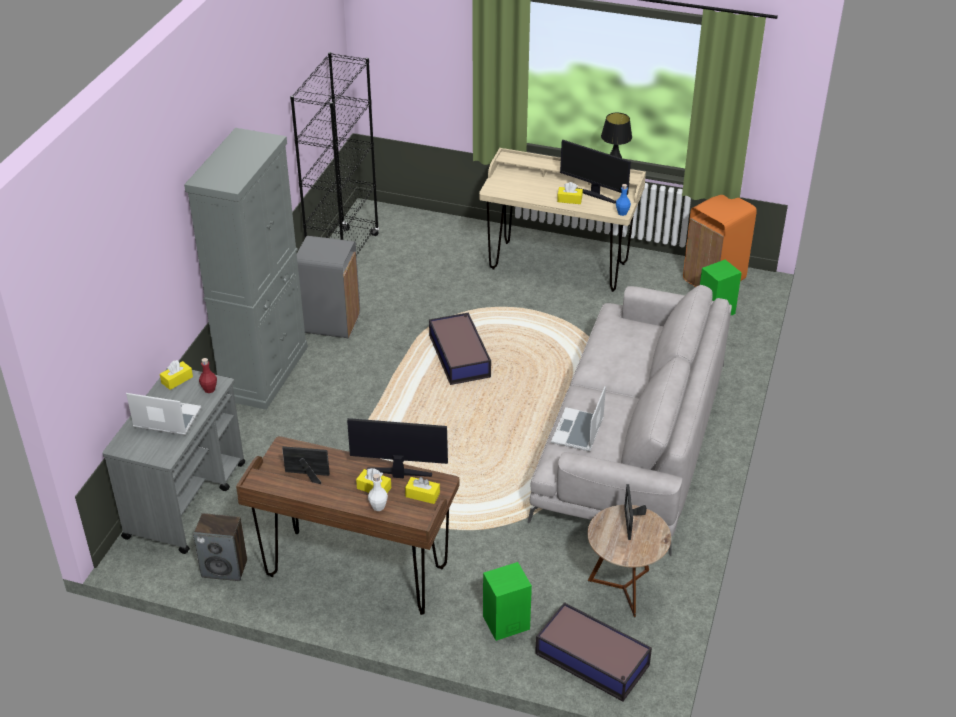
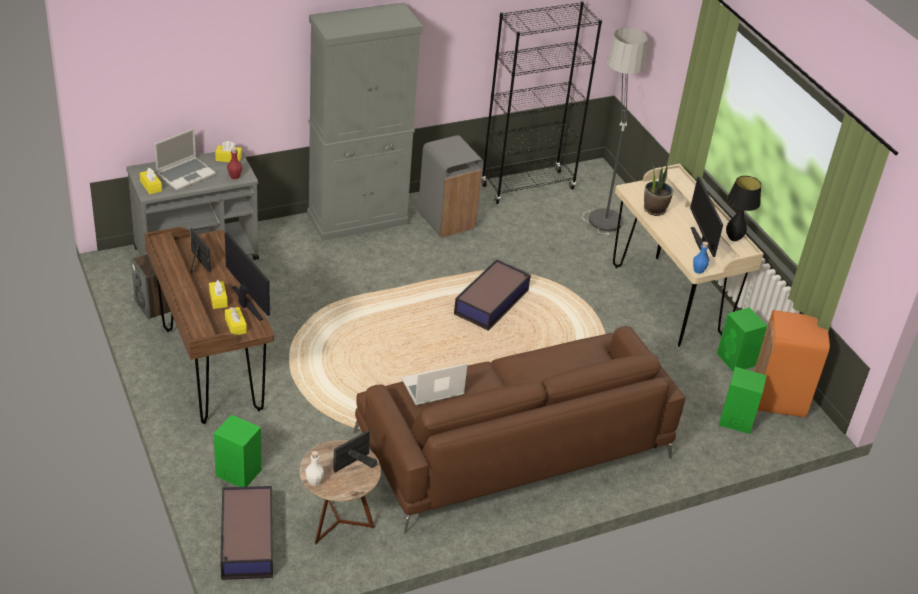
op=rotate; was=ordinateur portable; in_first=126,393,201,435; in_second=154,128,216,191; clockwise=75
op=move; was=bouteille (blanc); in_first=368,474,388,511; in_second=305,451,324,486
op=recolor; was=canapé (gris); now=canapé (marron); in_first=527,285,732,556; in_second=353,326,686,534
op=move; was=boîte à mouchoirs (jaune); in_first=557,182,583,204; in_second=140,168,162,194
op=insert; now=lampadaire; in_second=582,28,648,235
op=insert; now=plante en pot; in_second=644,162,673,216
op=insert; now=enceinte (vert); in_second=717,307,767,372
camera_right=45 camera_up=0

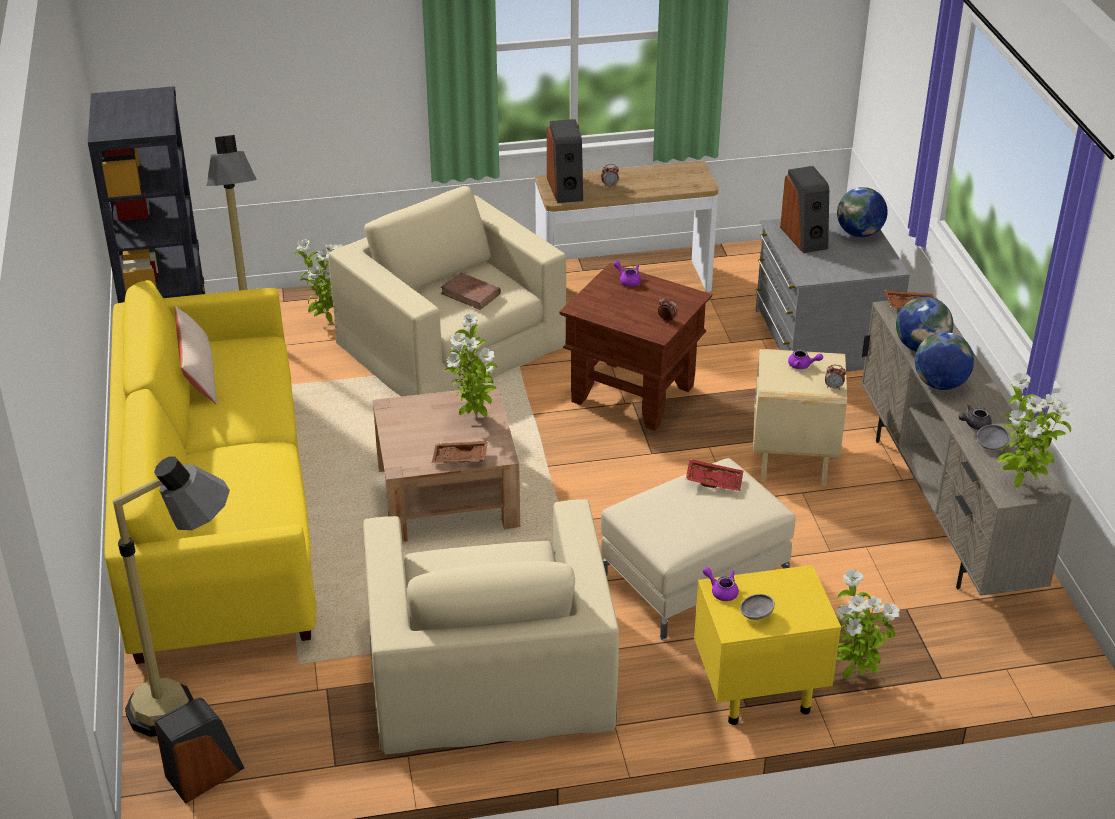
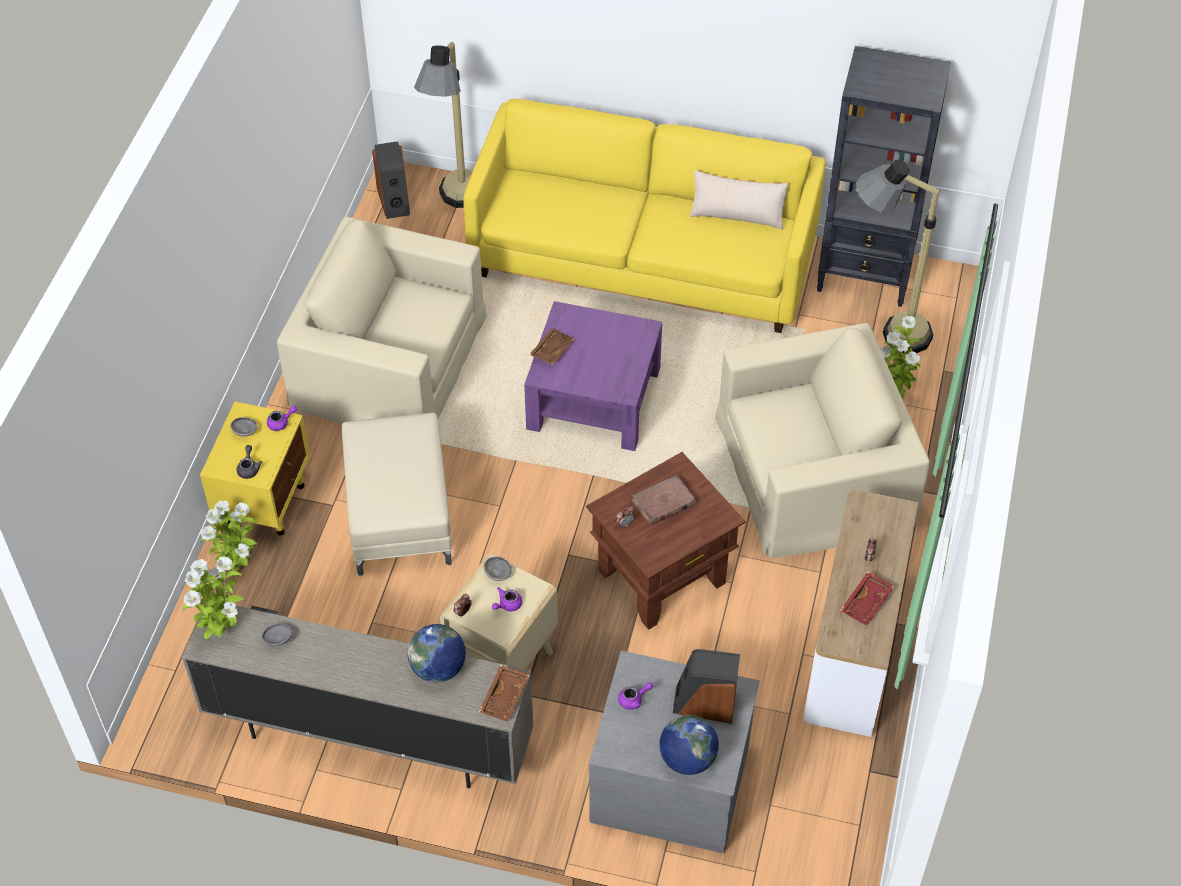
op=recolor; was=table basse (marron); now=table basse (violet); in_first=373,386,520,542; in_second=524,301,662,451
op=move; was=livre (marron); in_first=441,273,501,310; in_second=631,475,696,525
op=delete; was=plante en pot; in_first=445,313,497,417
op=delete; was=enceinte; in_first=547,119,583,203
op=move; was=théière (violet); in_first=613,261,641,287; in_second=618,682,653,709
op=move; was=plateau (rouge); in_first=686,459,743,492; in_second=840,572,894,625
op=delete; was=globe; in_first=915,332,974,390
op=move; was=théière (gris); in_first=959,404,992,430; in_second=237,445,262,479
op=insert; now=bol (gris); in_second=484,556,512,581
camera_right=115 camera_up=15

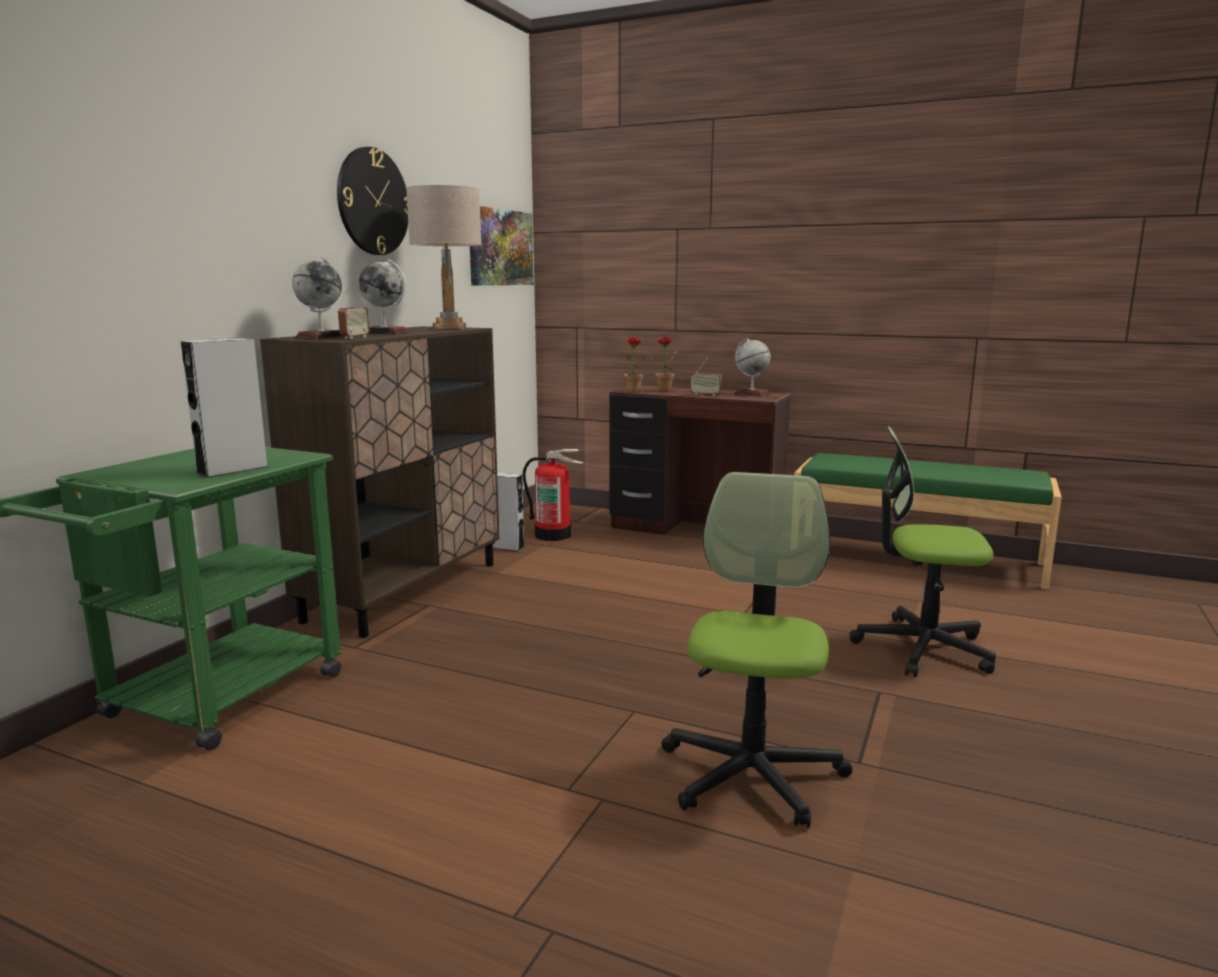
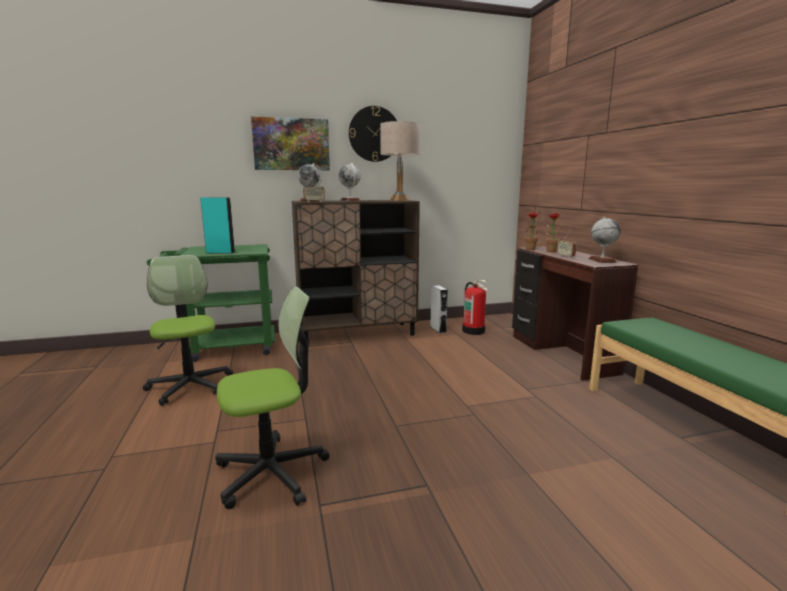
op=recolor; was=enceinte (gris); now=enceinte (turquoise); in_first=181,338,267,478; in_second=200,197,235,253
op=move; was=tableau; in_first=470,206,534,285; in_second=251,116,330,170
op=move; was=chaise de bureau; in_first=849,426,996,677; in_second=143,255,233,406
camera_right=50 camera_up=0

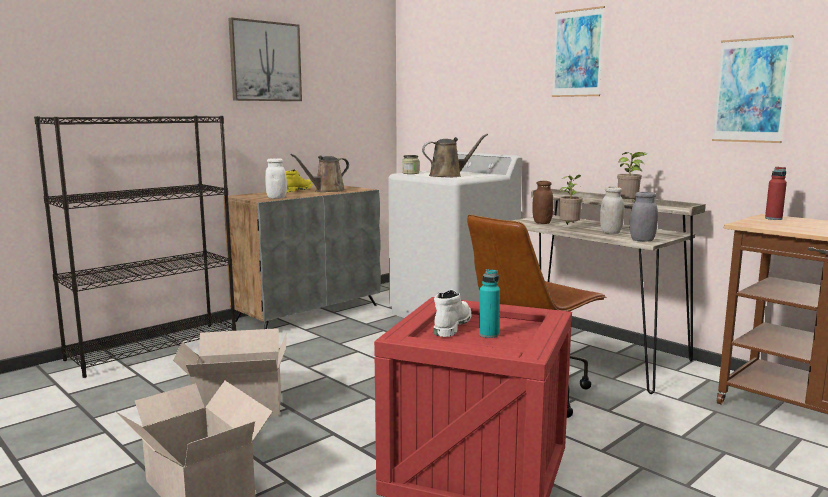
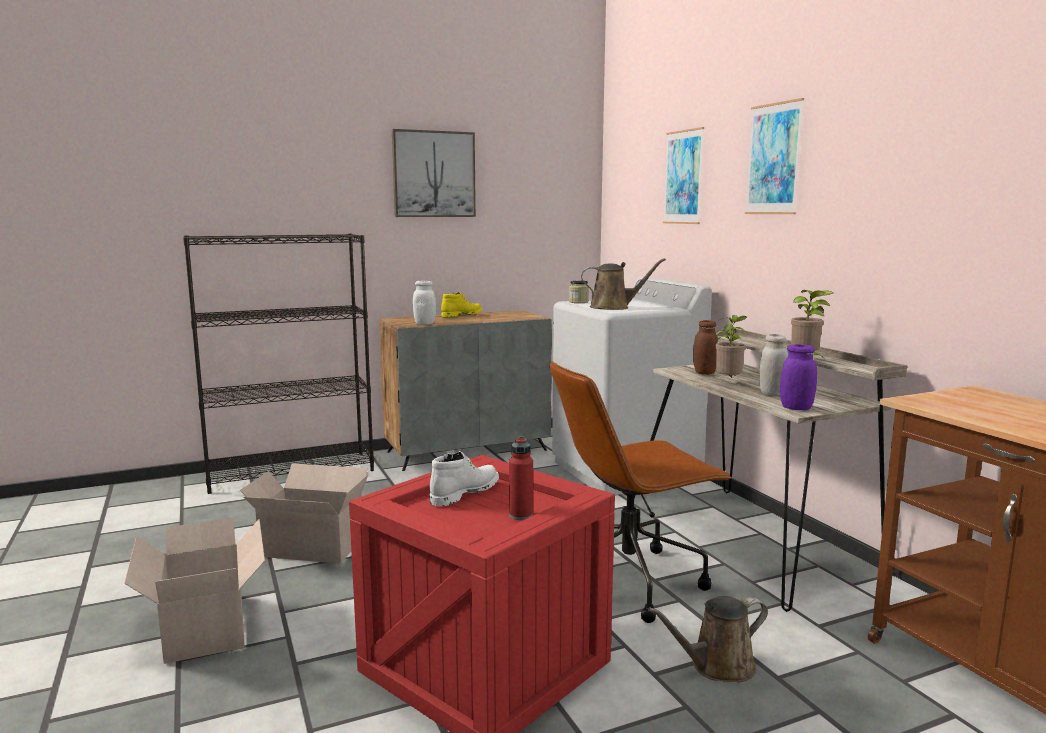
op=move; was=arrosoir (marron); in_first=290,154,349,192; in_second=648,596,768,682
op=delete; was=bouteille (turquoise); in_first=479,269,500,338
op=recolor; was=bocal (gris); now=bocal (violet); in_first=630,192,658,242; in_second=780,344,817,410
op=move; was=tableau; in_first=712,35,794,143; in_second=663,127,704,224
op=move; was=bouteille (rouge); in_first=765,167,787,220; in_second=509,437,533,520
camera_right=20 camera_up=0

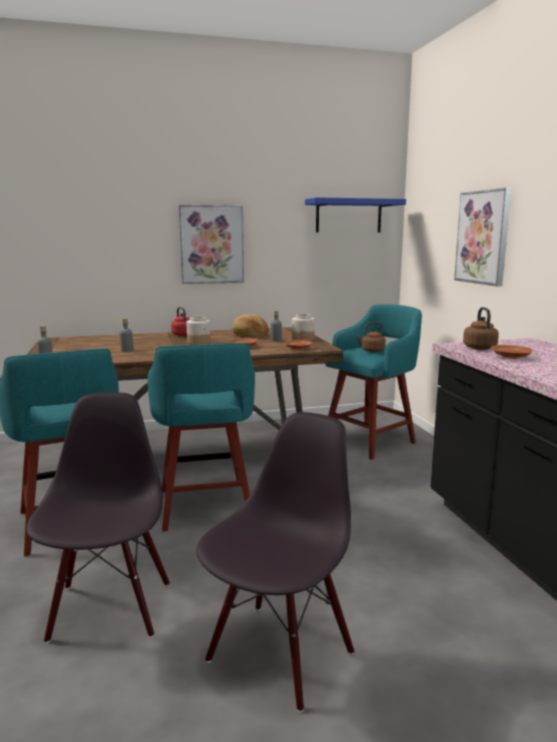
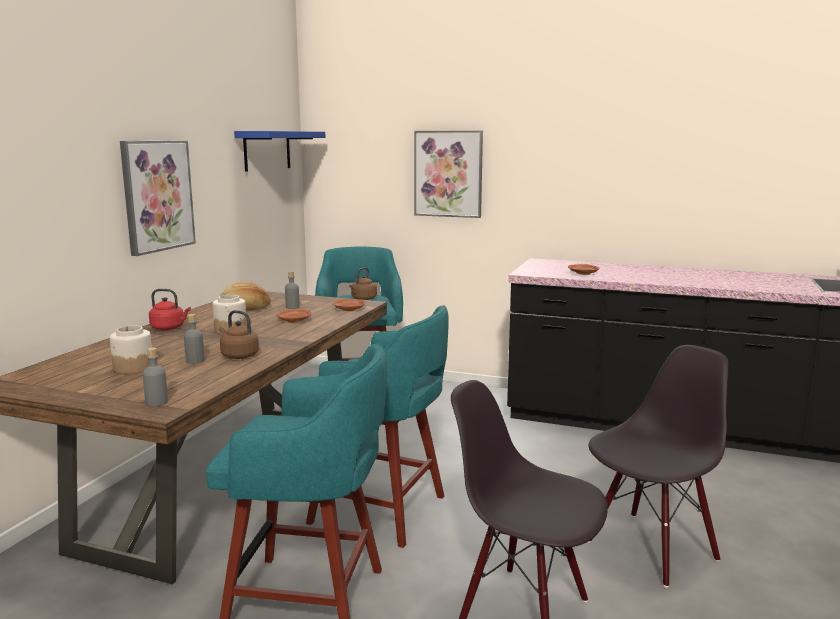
op=rotate; was=chaise (noir); in_first=196,412,354,712; in_second=588,345,729,587; clockwise=75
op=move; was=bocal; in_first=292,314,315,341; in_second=110,326,152,374
op=move; was=bouilloire (marron); in_first=463,307,499,350; in_second=219,310,259,359
camera_right=-55 camera_up=0

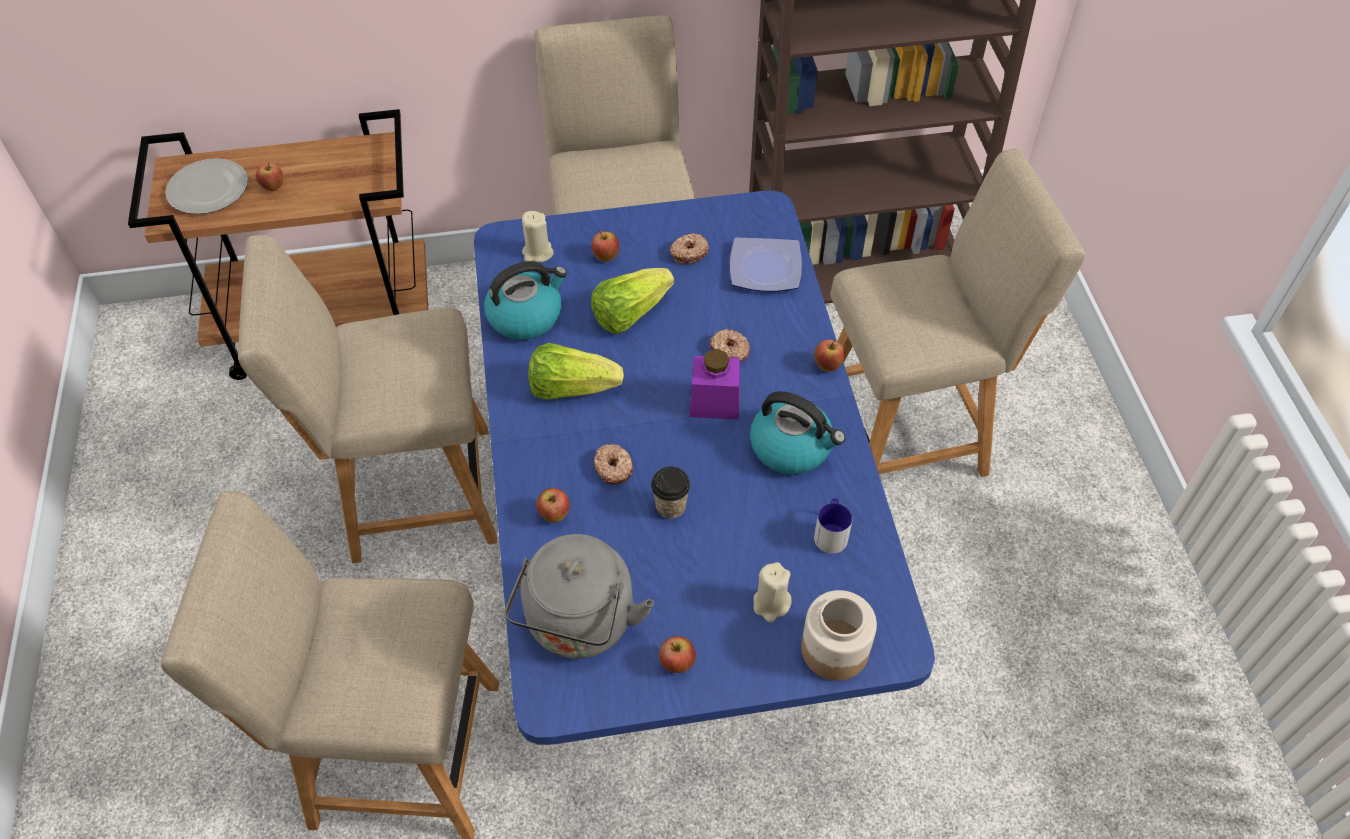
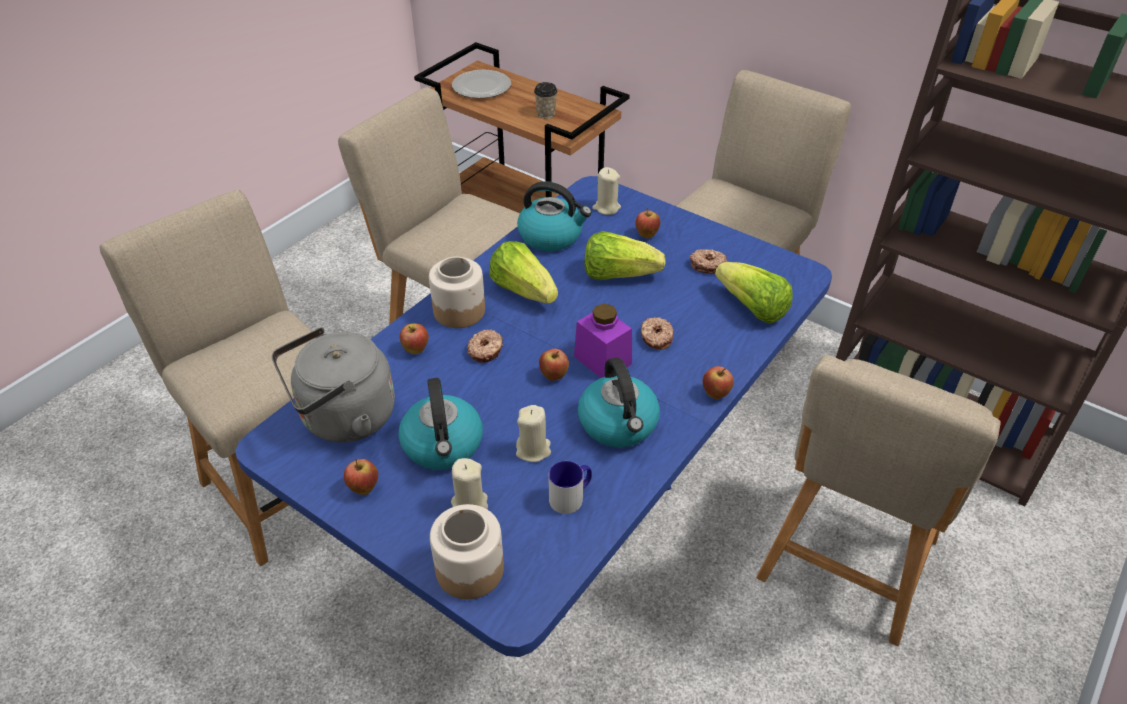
op=move; was=pomme; in_first=256,162,283,191; in_second=539,349,569,381
op=move; was=tasse; in_first=651,466,690,519; in_second=534,82,558,119
op=replace; was=assiette; now=laitue; in_first=730,238,802,292; in_second=715,262,793,324
op=rotate; was=chaise (beige); in_first=830,149,1085,477; in_second=756,355,1001,646; clockwise=90
op=insert; now=bouilloire; in_second=398,378,483,470
op=insert; now=bocal; in_second=429,256,485,328
op=insert; now=bougie (beige); in_second=516,405,551,462
camera_right=45 camera_up=-10

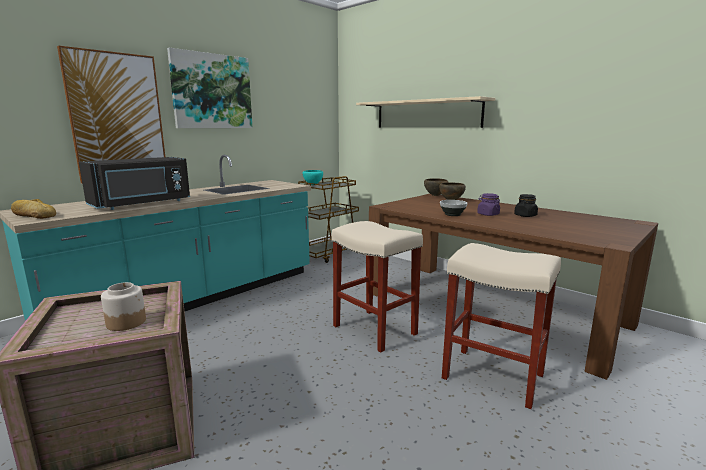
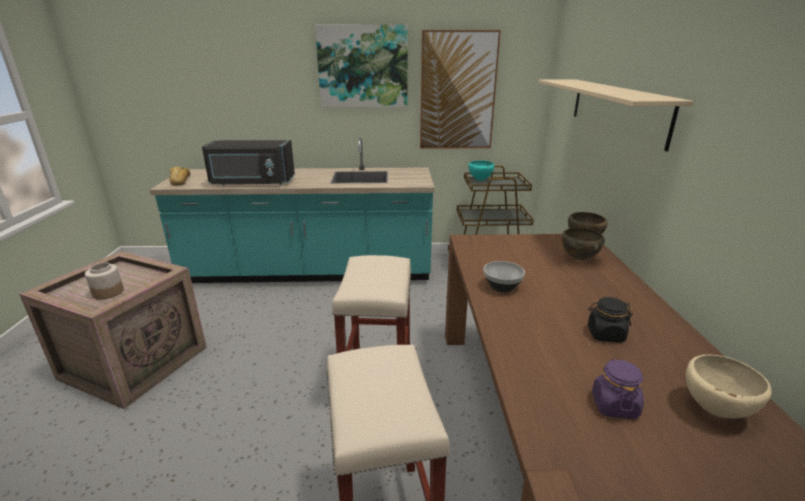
op=move; was=tableau; in_first=57,46,165,184; in_second=420,30,501,149
op=move; was=bocal (violet); in_first=477,193,500,216; in_second=592,359,644,419
op=insert; now=bol (beige); in_second=686,355,772,418
camera_right=45 camera_up=10

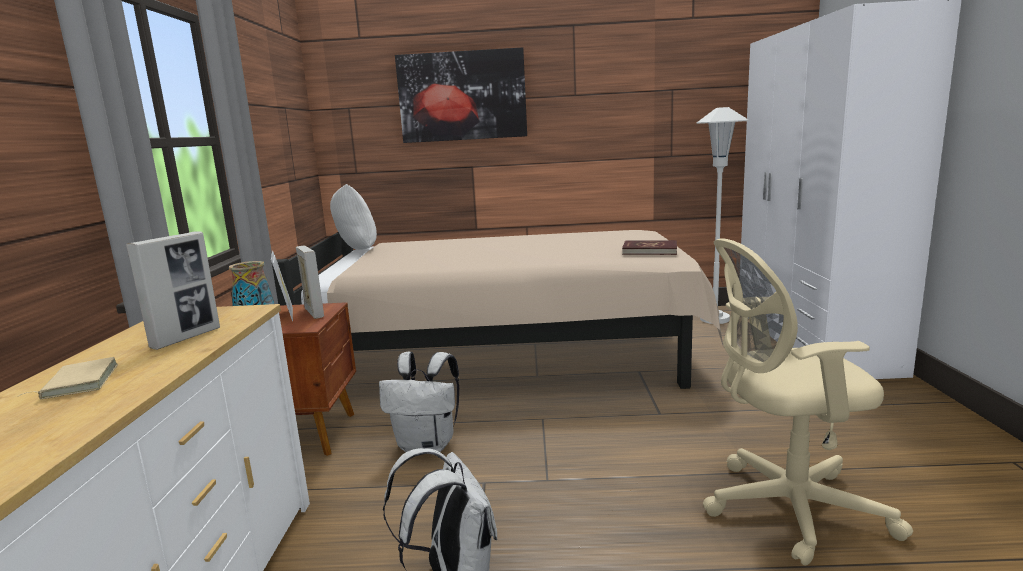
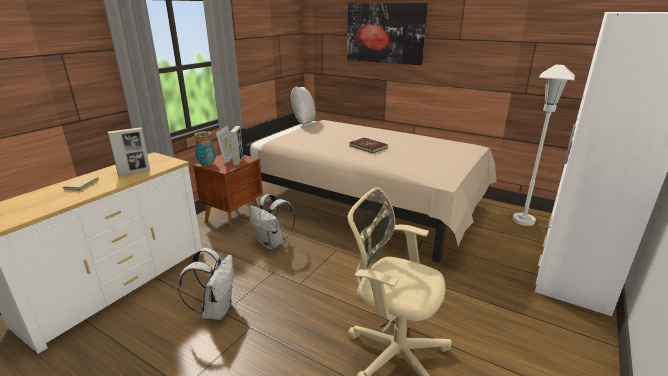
op=move; was=livre (rouge); in_first=622,240,677,255; in_second=349,138,388,153
camera_right=30 camera_up=10

